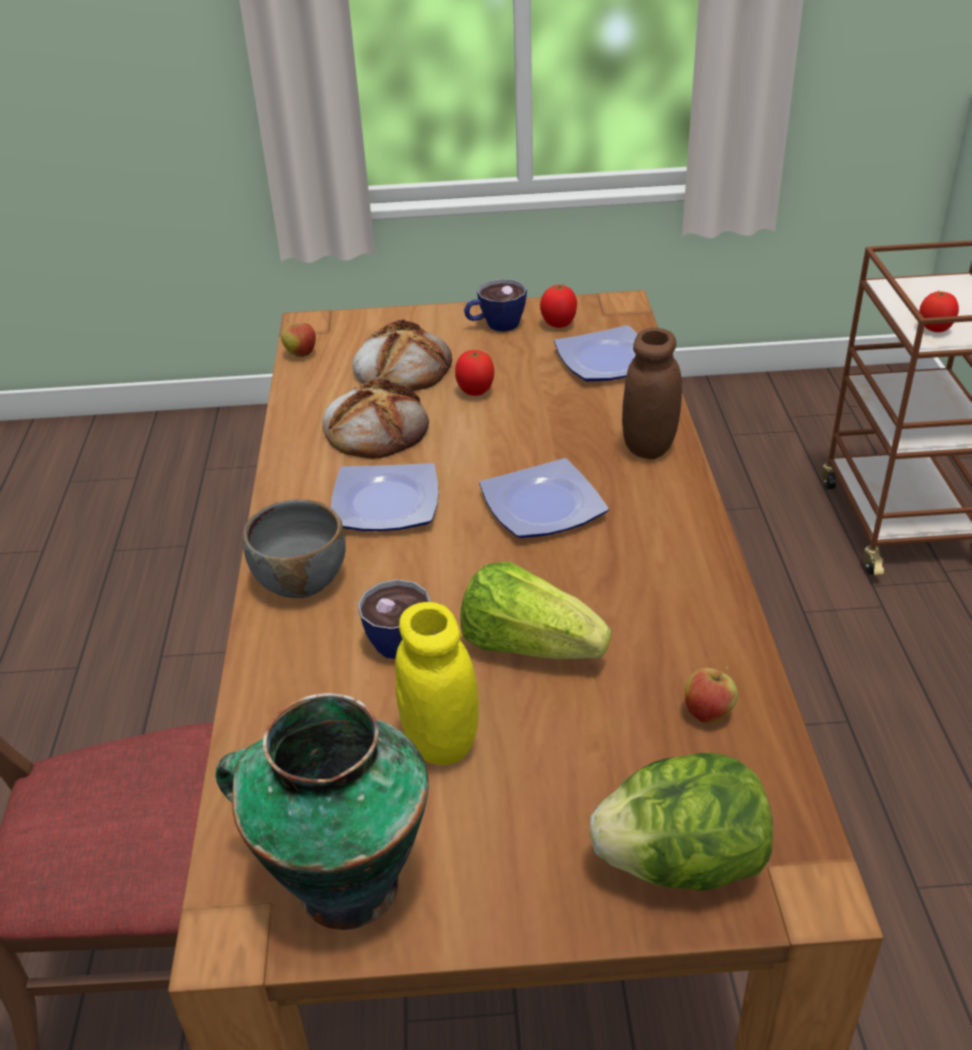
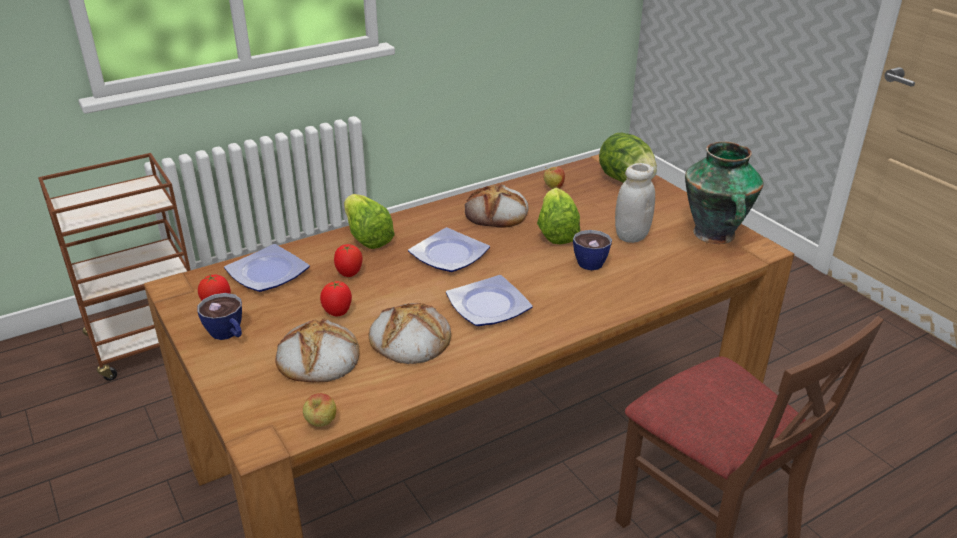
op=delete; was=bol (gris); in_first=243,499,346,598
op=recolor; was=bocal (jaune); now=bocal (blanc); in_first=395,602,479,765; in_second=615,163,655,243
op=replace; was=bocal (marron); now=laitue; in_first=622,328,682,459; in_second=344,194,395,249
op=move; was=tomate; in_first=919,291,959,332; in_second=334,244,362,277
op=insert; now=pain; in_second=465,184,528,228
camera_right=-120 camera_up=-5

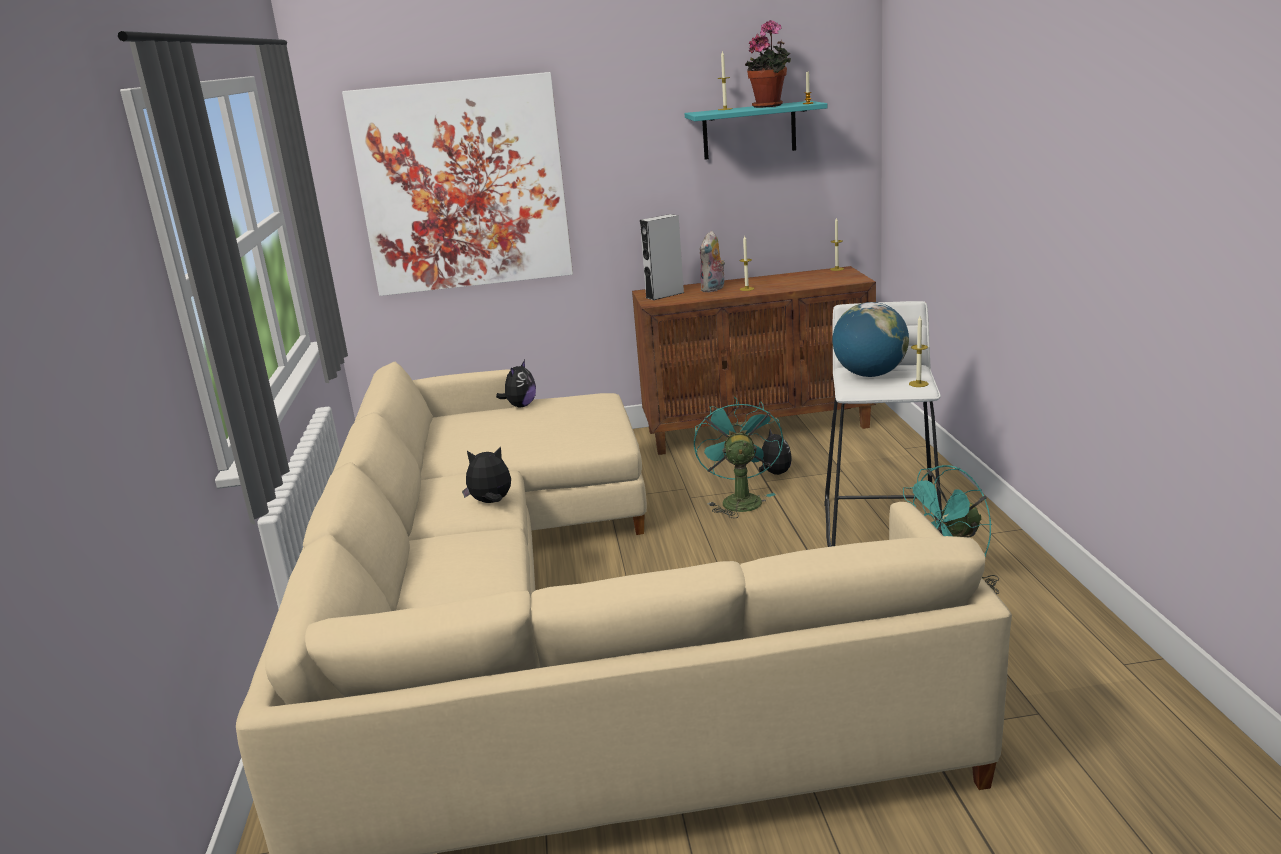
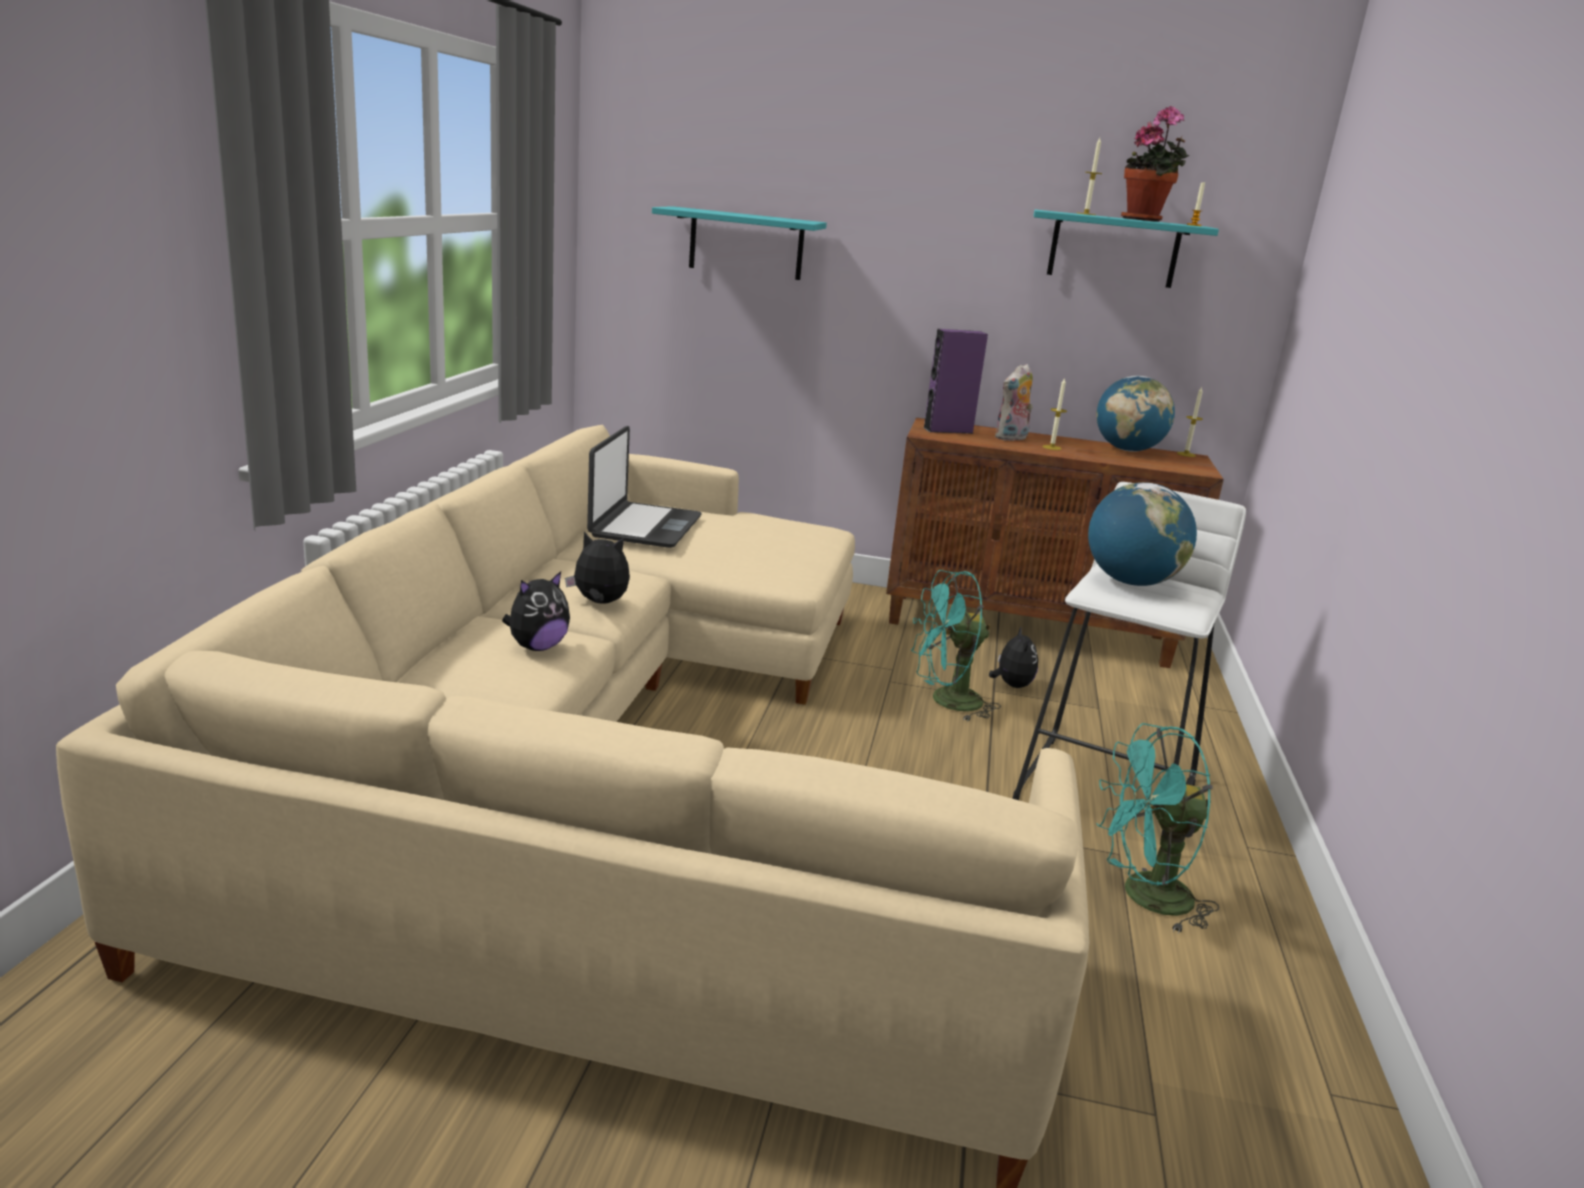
op=replace; was=tableau; now=étagère (turquoise); in_first=342,72,573,296; in_second=652,206,827,280
op=move; was=peluche; in_first=496,360,536,407; in_second=502,571,570,651
op=recolor; was=enceinte (gris); now=enceinte (violet); in_first=640,214,684,300; in_second=923,329,988,434
op=rotate; was=ventilateur (turquoise); in_first=694,397,783,518; in_second=911,570,1001,721; clockwise=-120
op=delete; was=bougie; in_first=909,316,929,387
op=insert; now=ordinateur portable; in_second=587,426,702,548
op=insert; now=globe; in_second=1096,376,1175,452
camera_right=15 camera_up=0

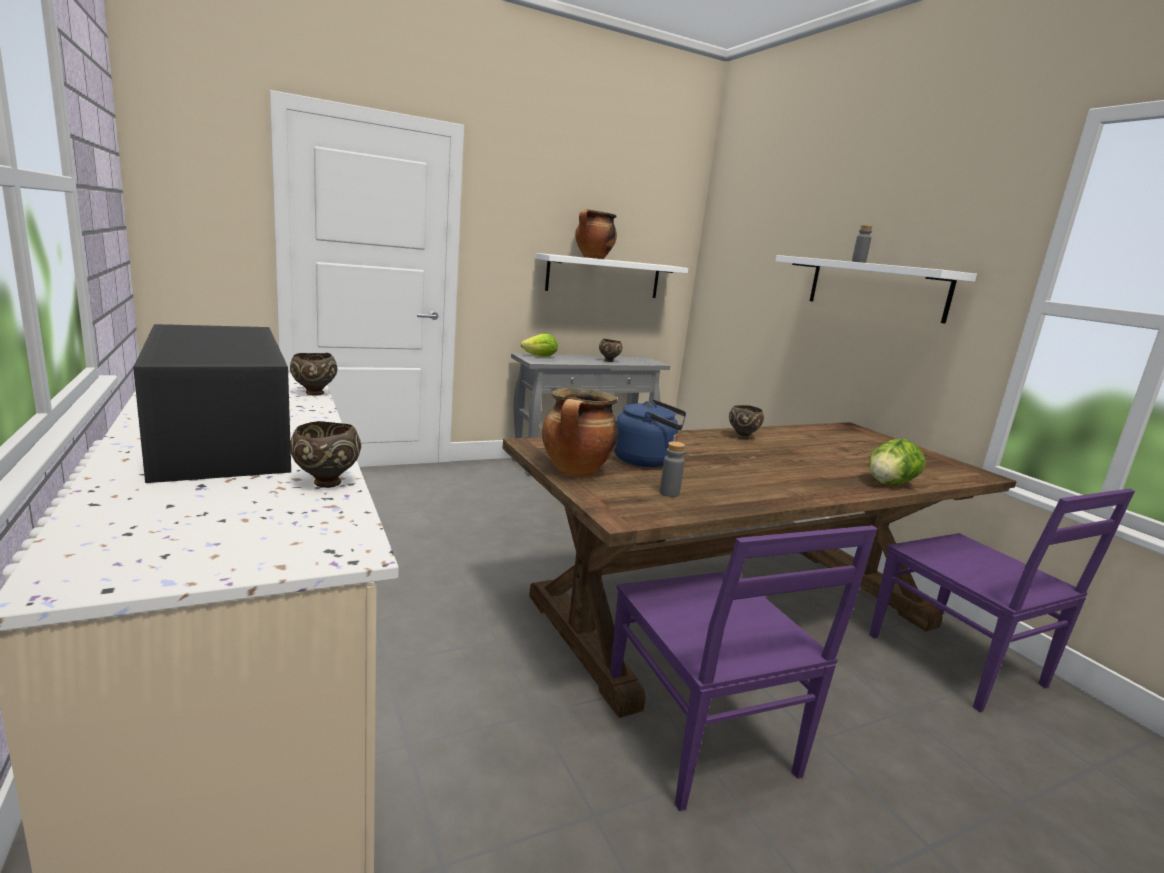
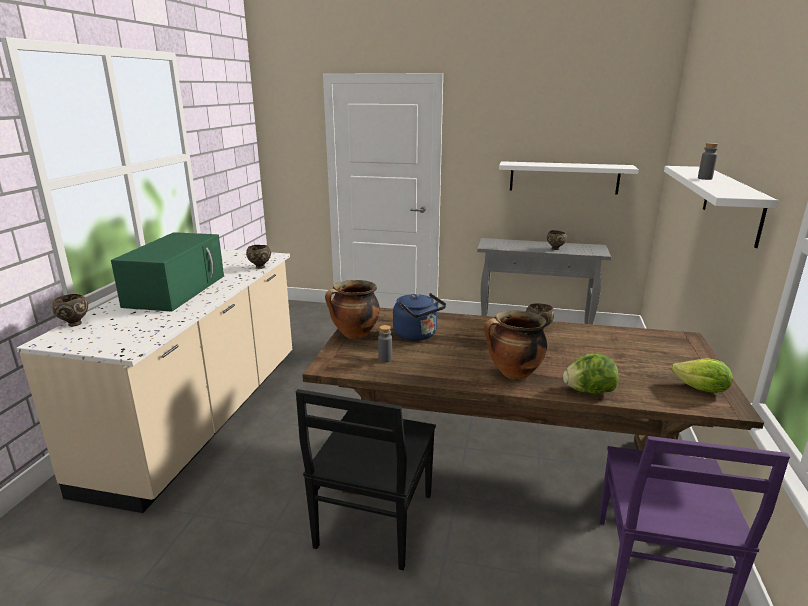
op=recolor; was=micro-ondes (noir); now=micro-ondes (vert); in_first=133,324,291,483; in_second=111,232,224,312
op=move; was=bol (marron); in_first=290,421,361,488; in_second=52,294,88,327
op=move; was=laitue; in_first=521,334,558,357; in_second=671,358,733,393
op=move; was=marmite; in_first=575,209,617,259; in_second=484,310,547,379
op=recolor; was=chaise (violet); now=chaise (noir); in_first=610,525,878,811; in_second=296,389,436,570
camera_right=40 camera_up=5

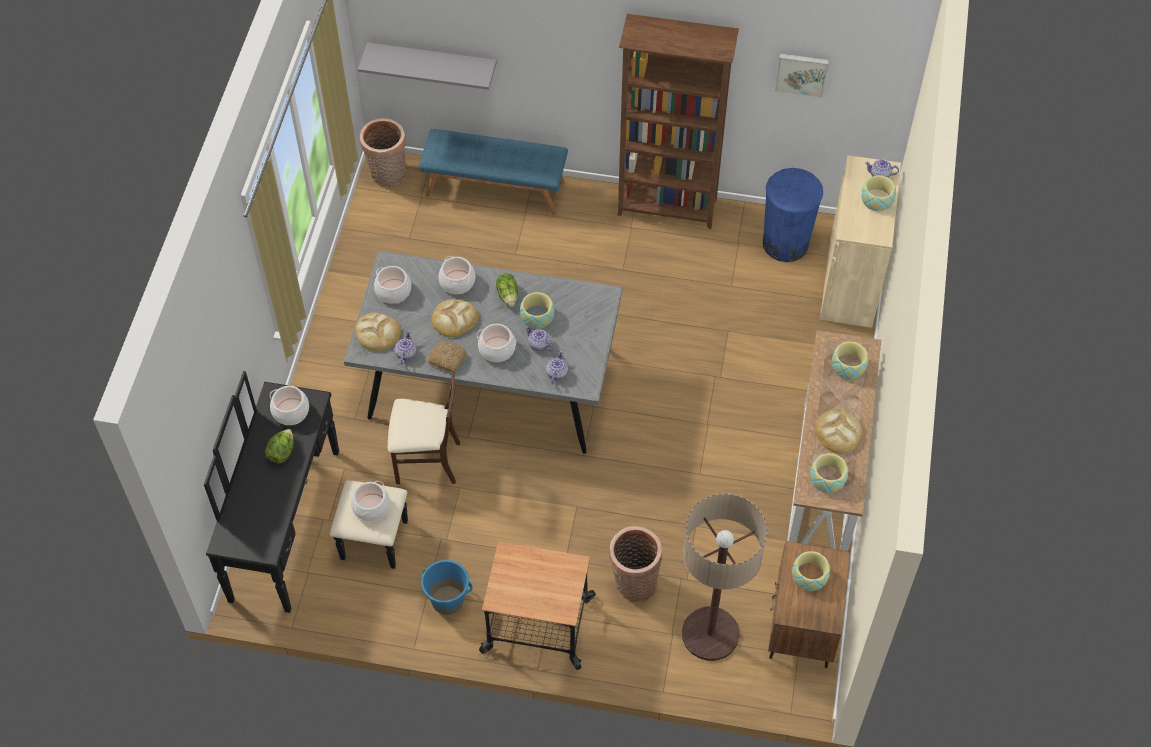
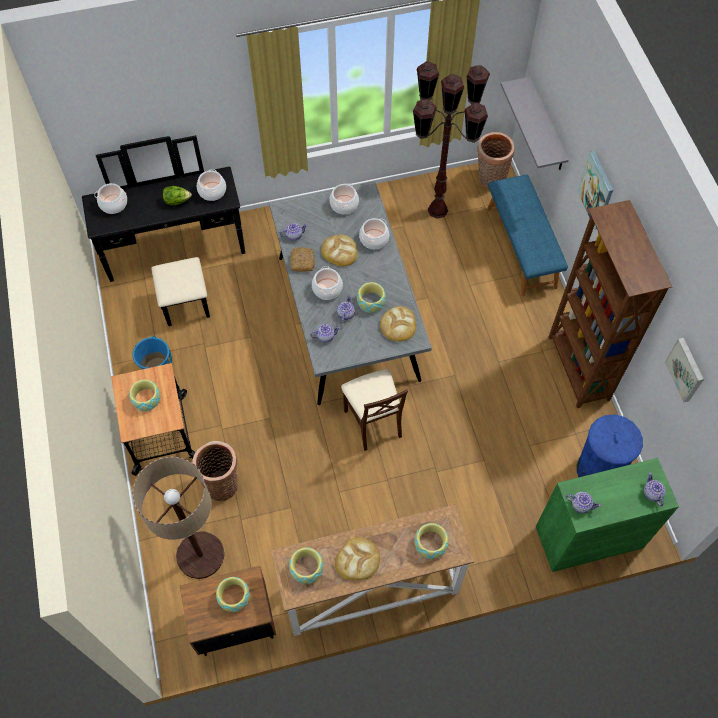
op=move; was=marmite; in_first=351,481,390,522; in_second=94,183,127,214
op=move; was=pain; in_first=355,312,401,351; in_second=380,306,416,342
op=move; was=chaise (beige); in_first=388,372,460,484; in_second=341,369,408,451
op=delete; was=laitue; in_first=496,273,518,307
op=recolor; was=meuble de rangement (beige); now=meuble de rangement (vert); in_first=820,155,901,328; in_second=536,458,679,572
op=move; was=bol; in_first=861,175,896,211; in_second=129,379,161,411
op=insert; now=lampadaire (marron); in_second=413,61,490,219
op=insert; now=théière; in_second=566,492,601,513
op=insert; now=tableau; in_second=578,151,613,230
camera_right=65 camera_up=5

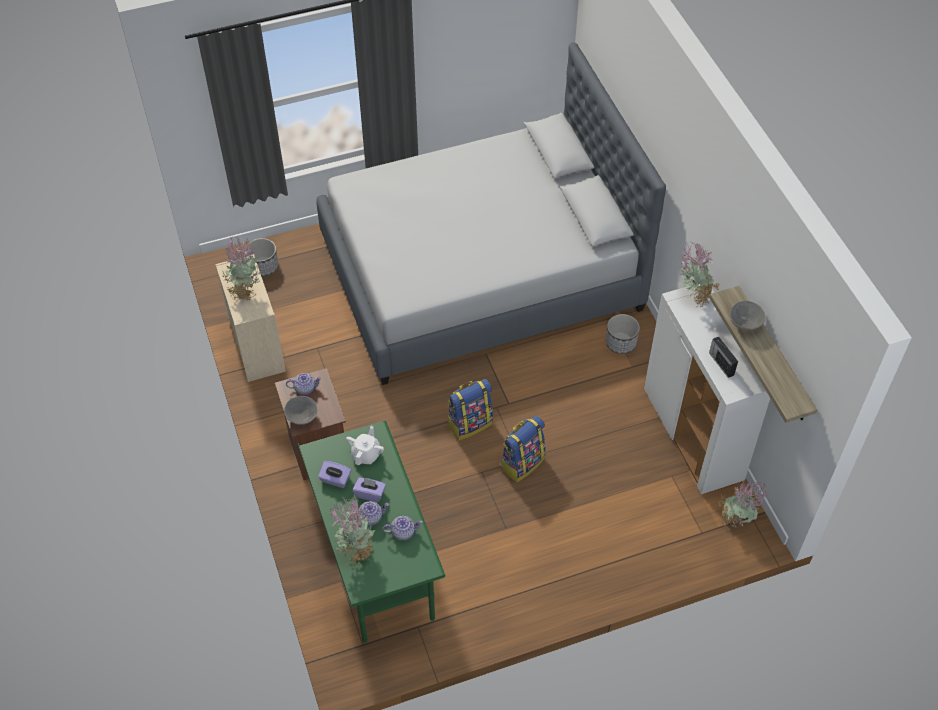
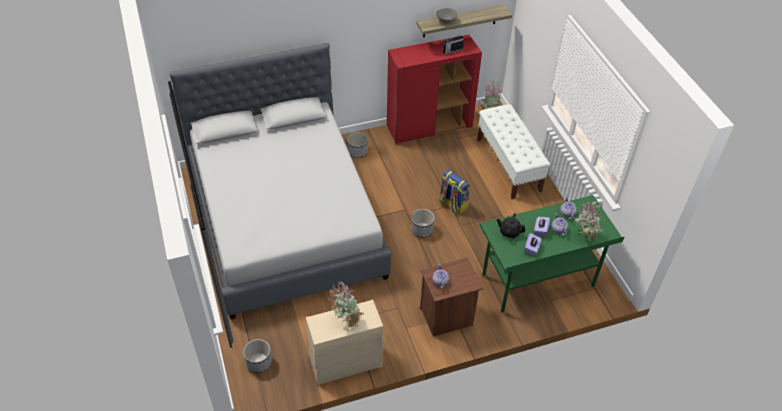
op=delete; was=bol (gris); in_first=284,396,317,425
op=recolor; was=théière (blanc); now=théière (noir); in_first=346,426,384,465; in_second=497,213,525,239
op=replace; was=sac à dos; now=cache-pot; in_first=448,379,493,441; in_second=411,209,435,237
op=recolor; was=meuble de rangement (blanc); now=meuble de rangement (rouge); in_first=644,284,770,494; in_second=387,35,482,144
op=delete; was=plante en pot; in_first=679,242,720,307
op=insert; now=banc (blanc); in_second=477,104,550,199
camera_right=-90 camera_up=-5

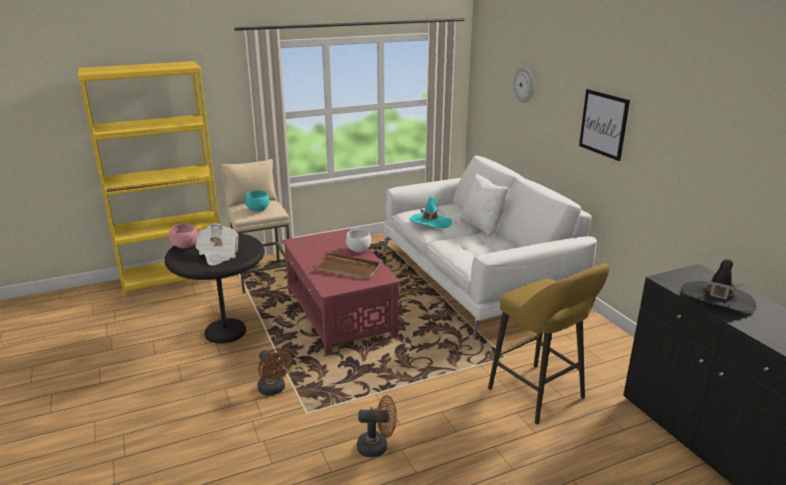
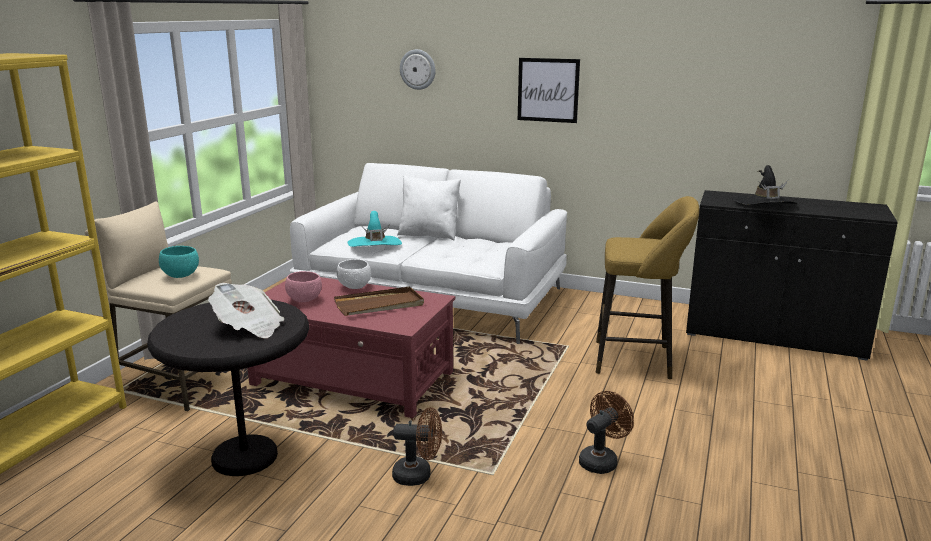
op=move; was=bol (rose); in_first=169,224,198,248; in_second=285,271,322,302
camera_right=-45 camera_up=-5

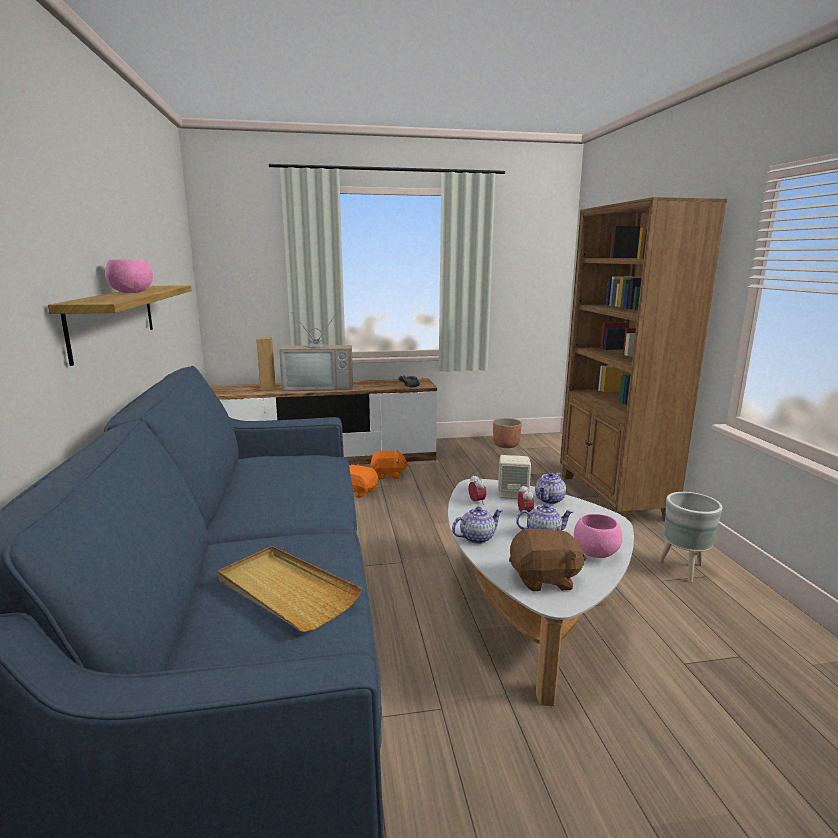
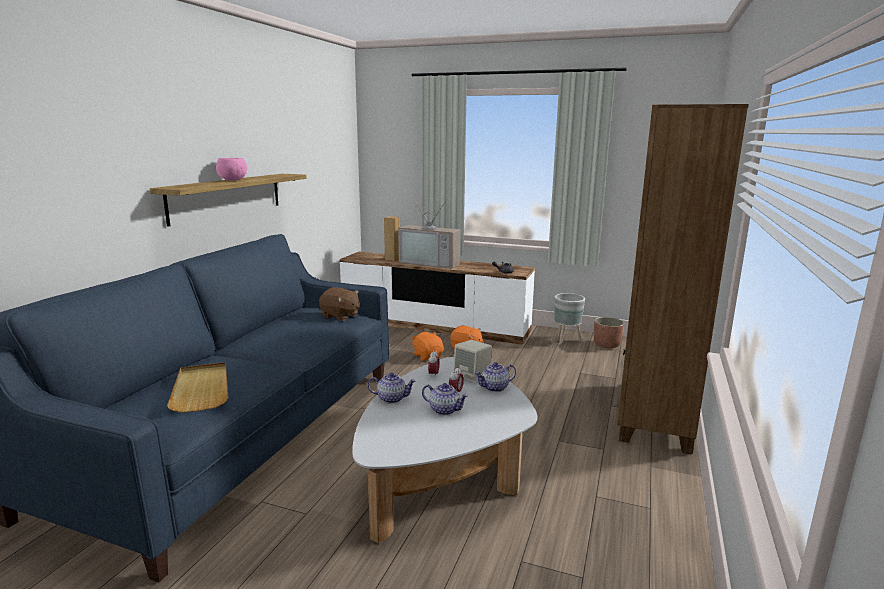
op=move; was=peluche (marron); in_first=509,526,587,591; in_second=319,287,360,321
op=delete; was=bol (rose); in_first=574,514,623,558
op=move; was=cache-pot (gris); in_first=659,492,723,583; in_second=554,293,585,344
camera_right=30 camera_up=0

